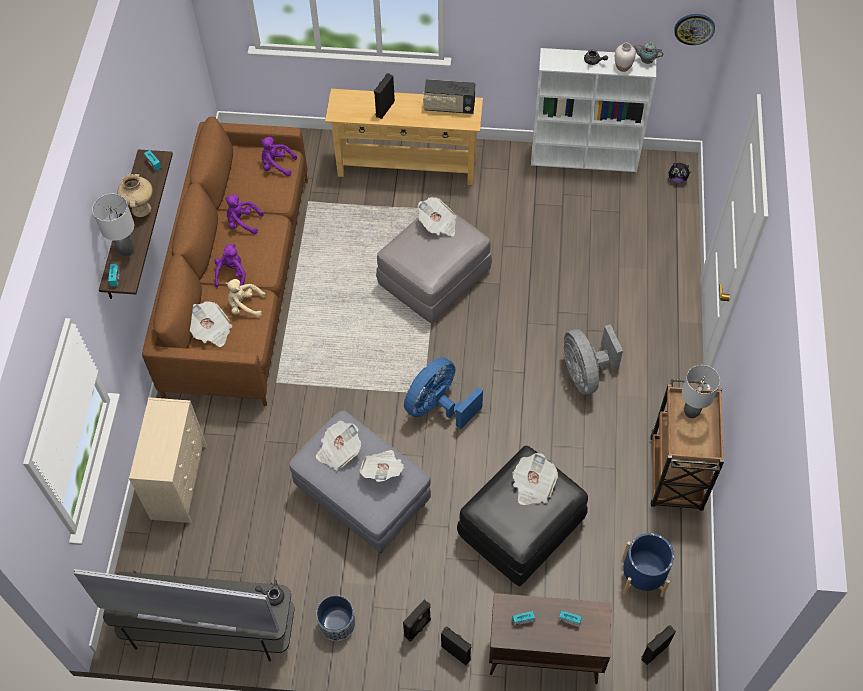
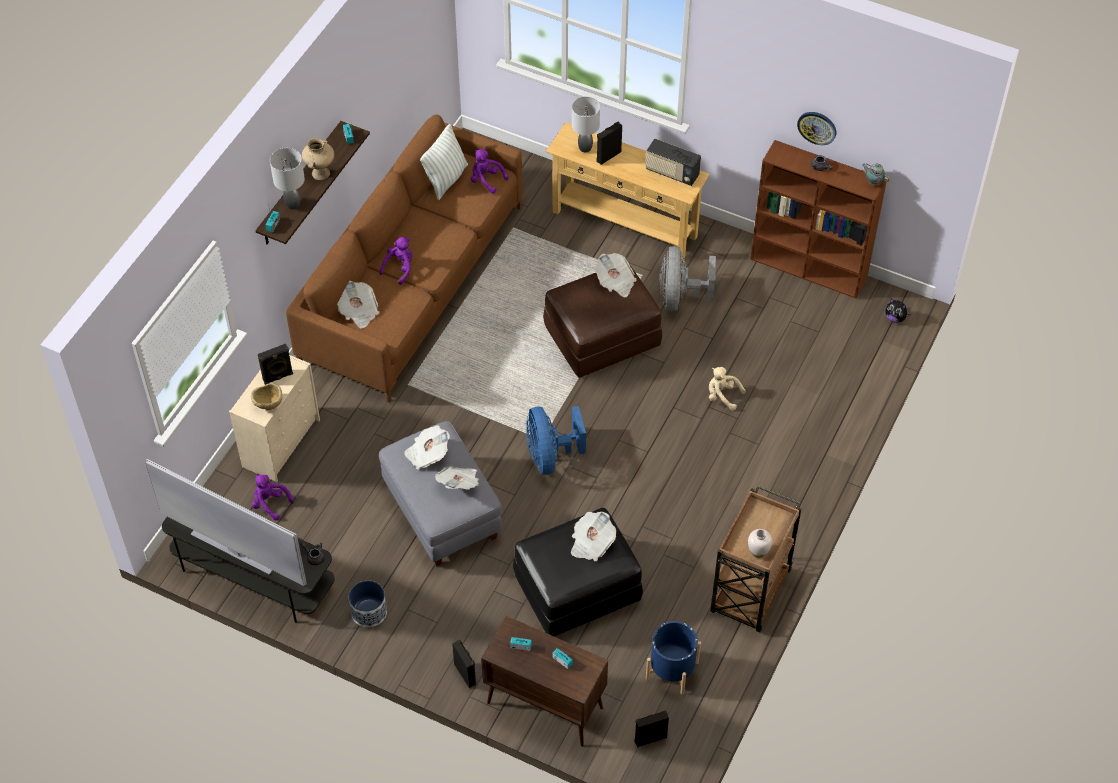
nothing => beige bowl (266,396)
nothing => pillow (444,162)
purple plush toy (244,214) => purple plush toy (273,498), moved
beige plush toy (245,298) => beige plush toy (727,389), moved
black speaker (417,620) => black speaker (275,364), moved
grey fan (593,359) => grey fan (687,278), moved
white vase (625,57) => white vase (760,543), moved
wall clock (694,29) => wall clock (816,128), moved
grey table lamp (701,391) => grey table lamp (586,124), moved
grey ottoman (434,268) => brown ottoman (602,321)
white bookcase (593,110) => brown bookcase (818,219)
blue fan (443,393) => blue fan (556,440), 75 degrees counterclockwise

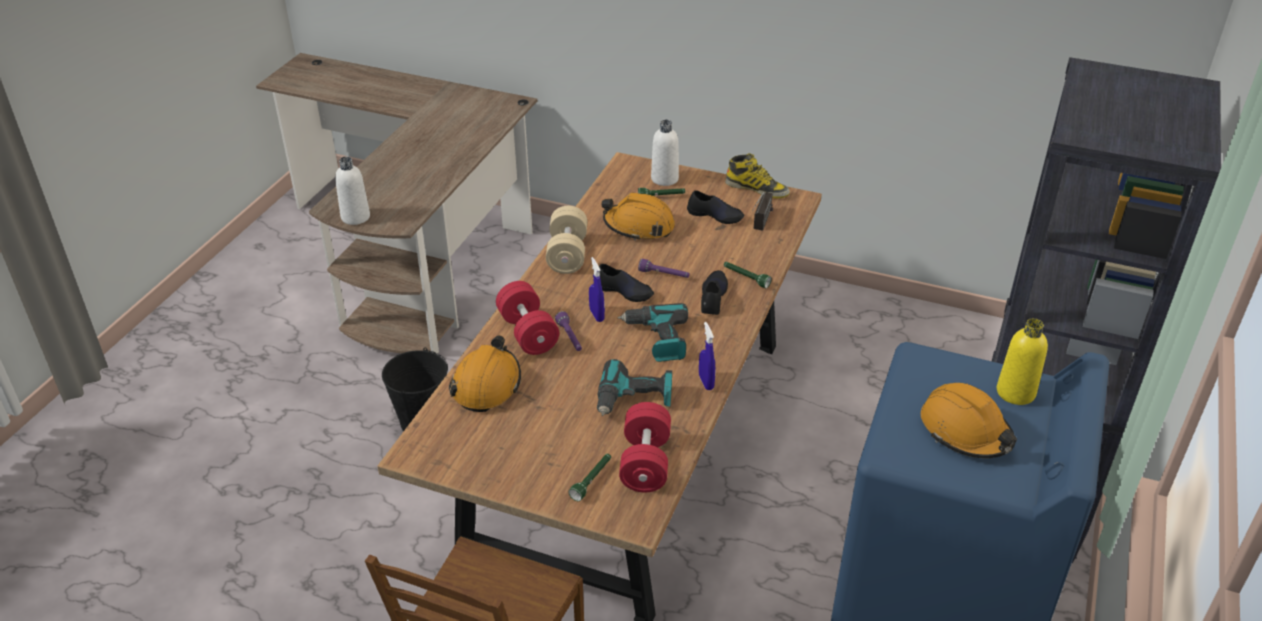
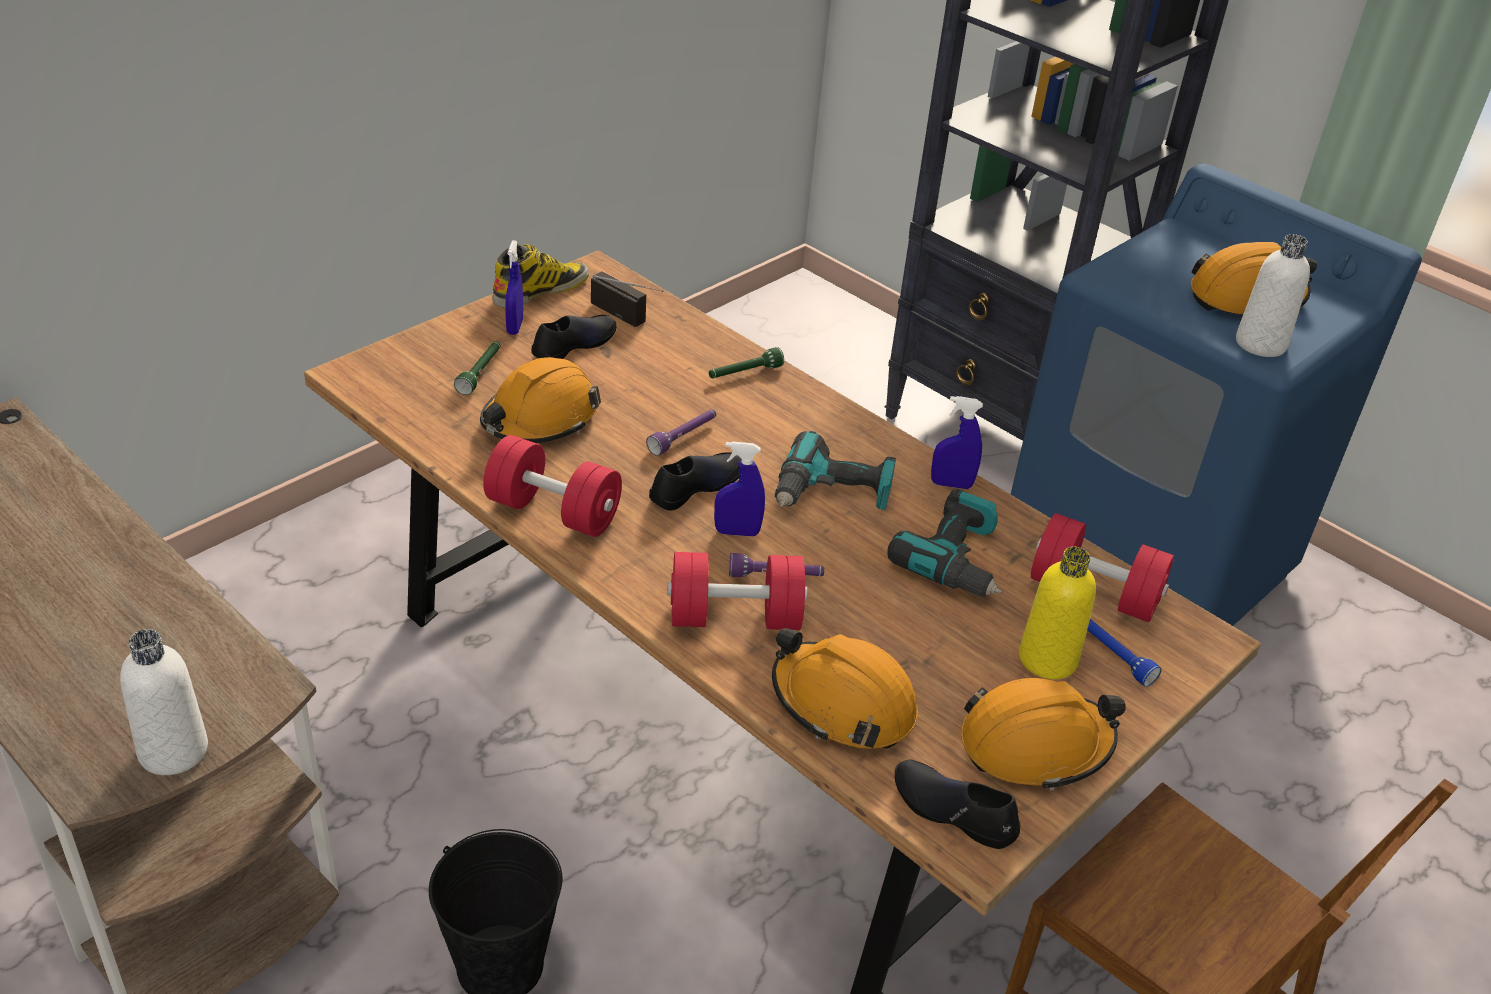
nothing => blue spray bottle (514,287)
nothing => orange hard hat (1043,734)
white bottle (665,153) => white bottle (1273,295), moved
black shoe (714,292) => black shoe (957,804), moved
yellow bottle (1022,361) => yellow bottle (1057,613), moved
beige dumbbell (566,240) => red dumbbell (552,486)
green flashlight (589,477) => blue flashlight (1124,653)

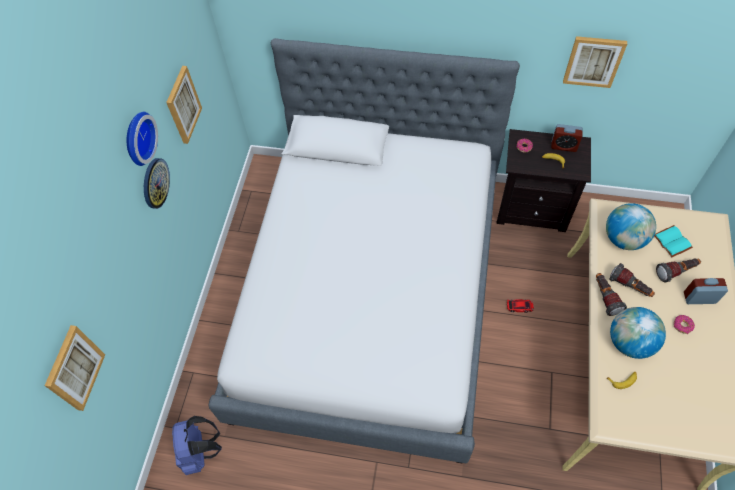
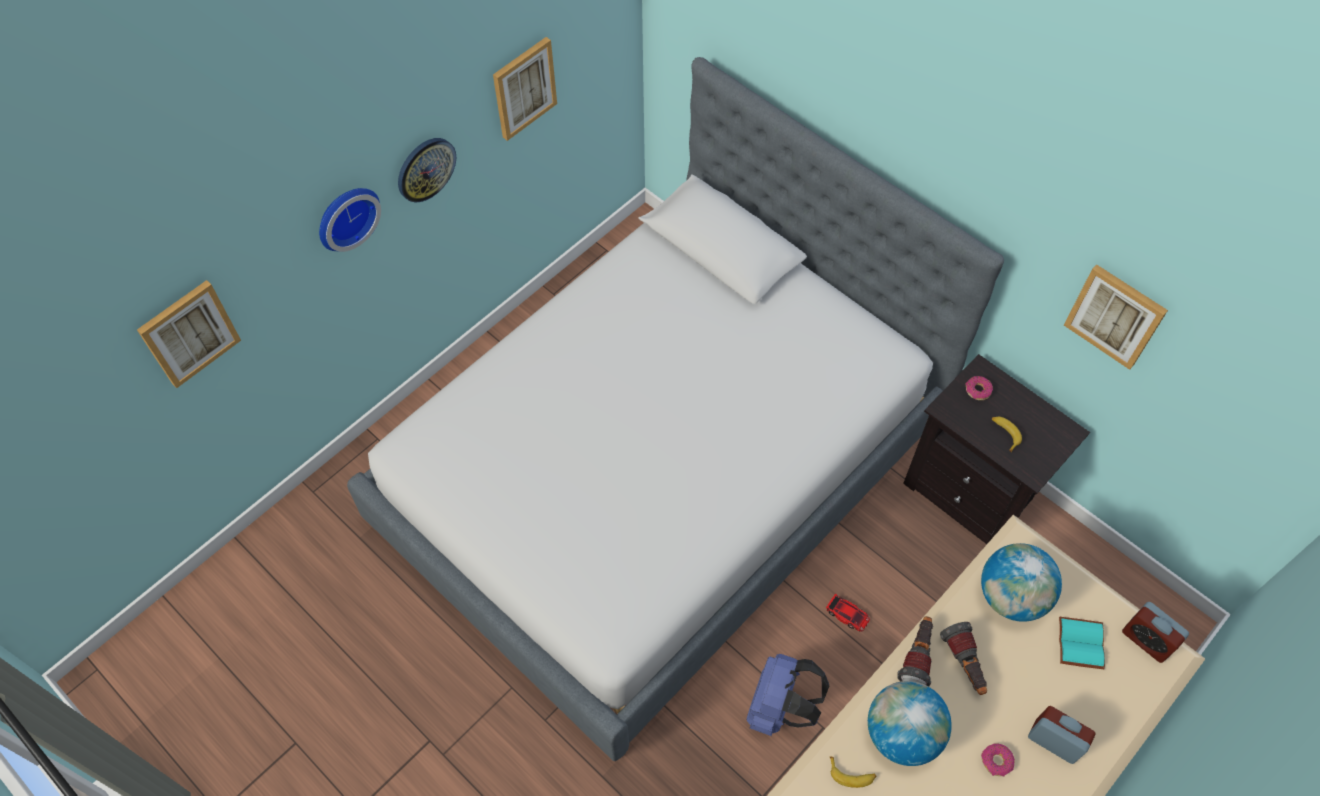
flashlight (678,270) => nothing
wall clock (142,139) => wall clock (350,220), moved
blue backpack (197,445) => blue backpack (788,695), moved
alarm clock (567,138) => alarm clock (1155,632), moved

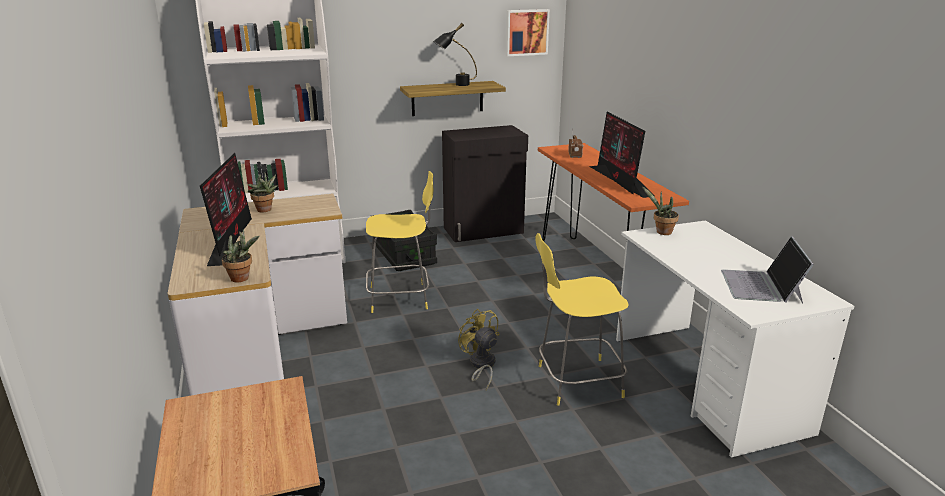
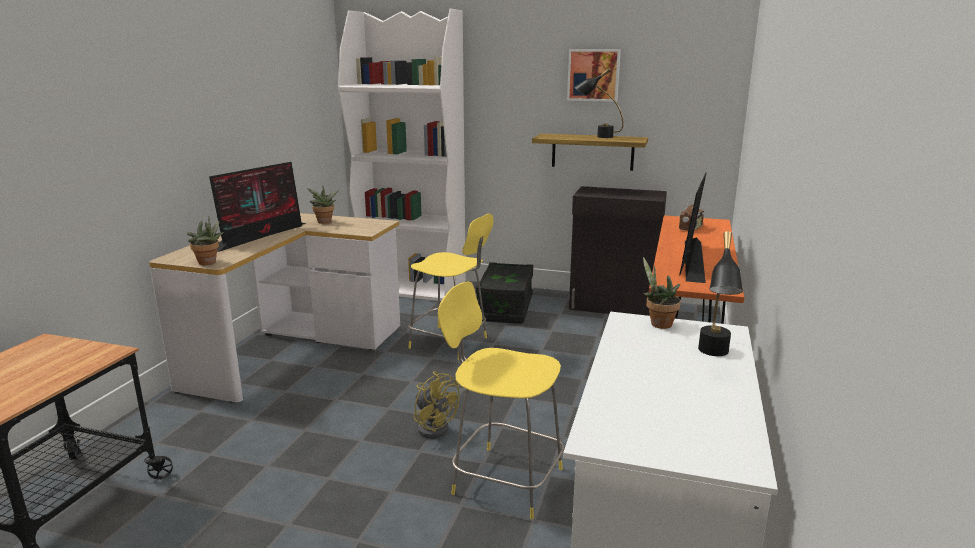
laptop (767,269) => nothing
nothing => black table lamp (720,293)
picture (528,32) => picture (594,75), moved
yellow fan (479,349) => yellow fan (436,405), 135 degrees clockwise

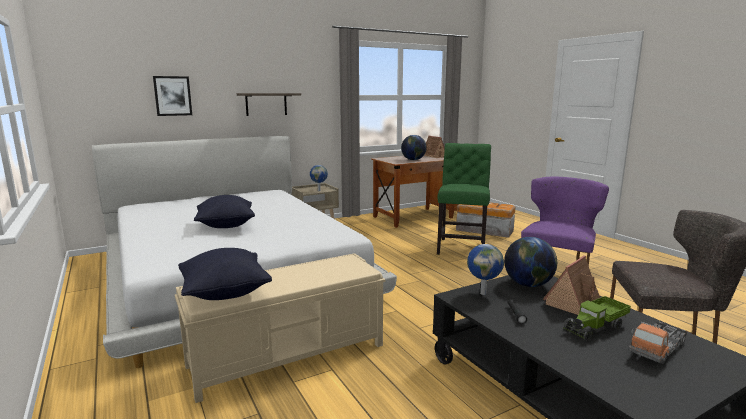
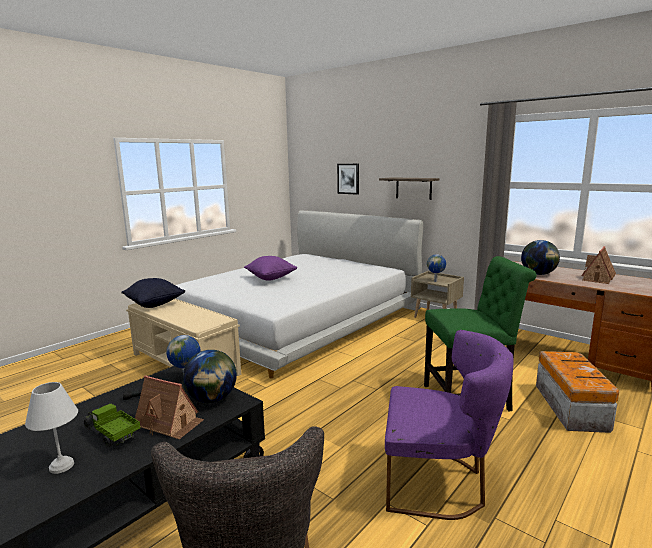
toy truck (658,343) => white table lamp (51,428)
black pillow (224,211) => purple pillow (270,268)

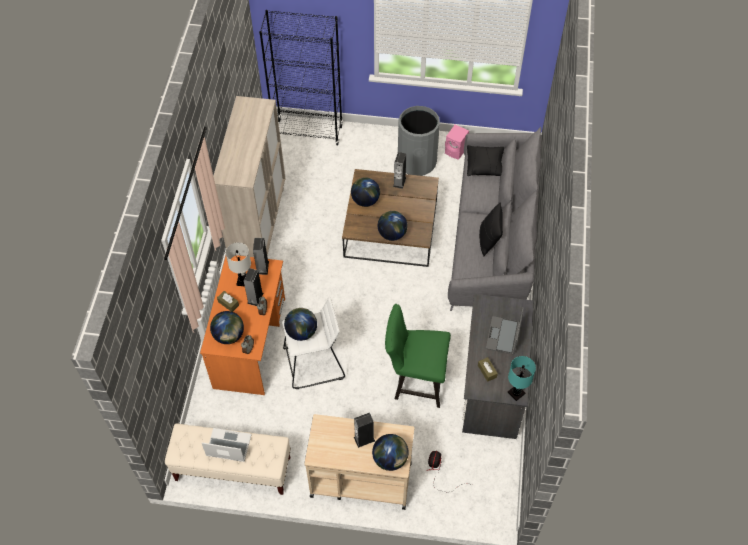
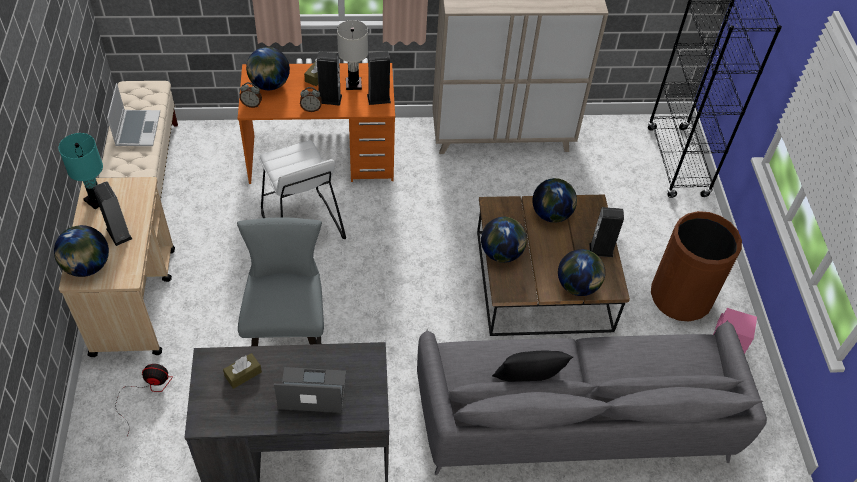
black pillow (485,160) => nothing
globe (300,324) => globe (581,272), moved
turquoise table lamp (522,378) => turquoise table lamp (80,171), moved
green chair (418,356) => grey chair (280,282)
grey trash can (419,141) => brown trash can (696,266)

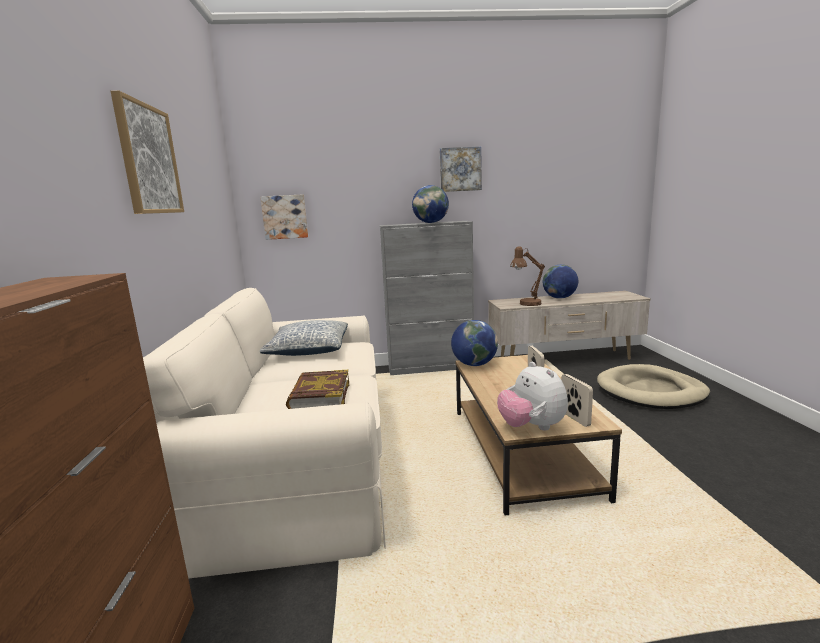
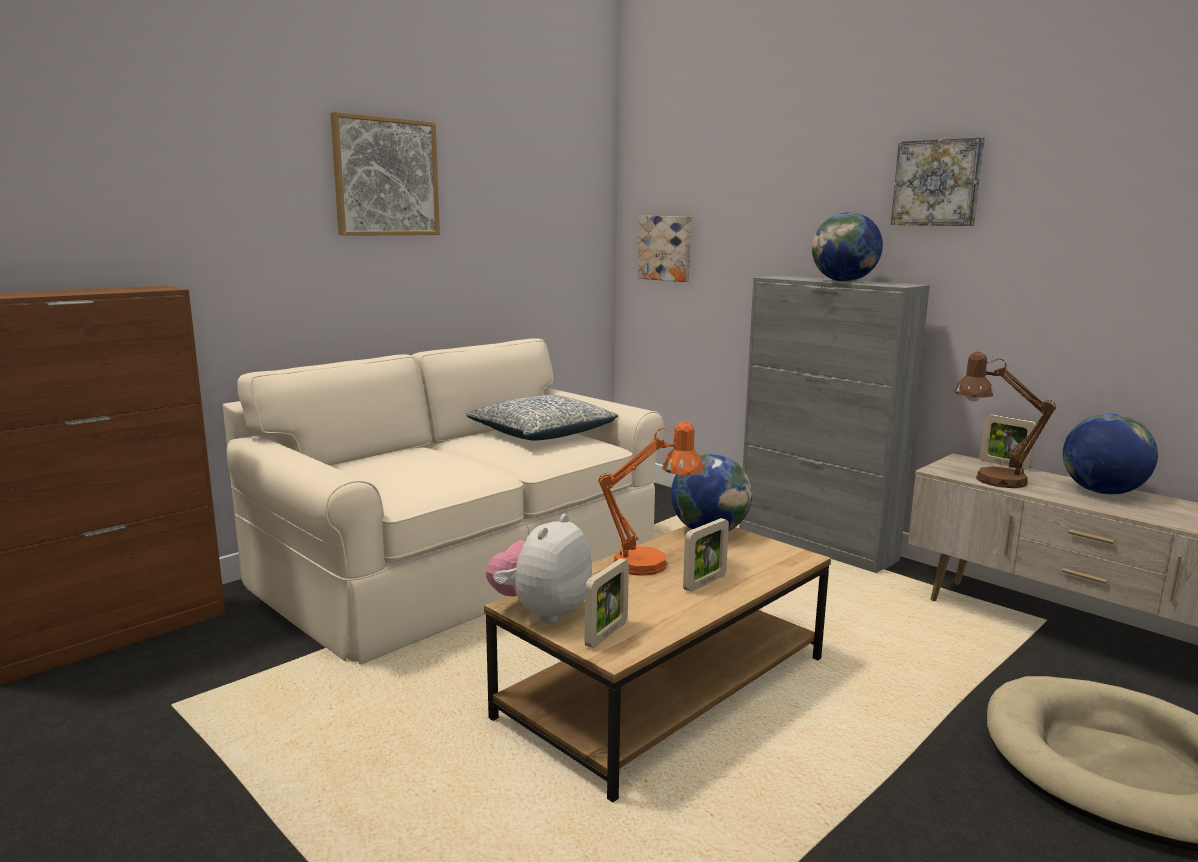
book (317,389) => nothing
nothing => orange table lamp (651,498)
nothing => picture frame (1008,442)

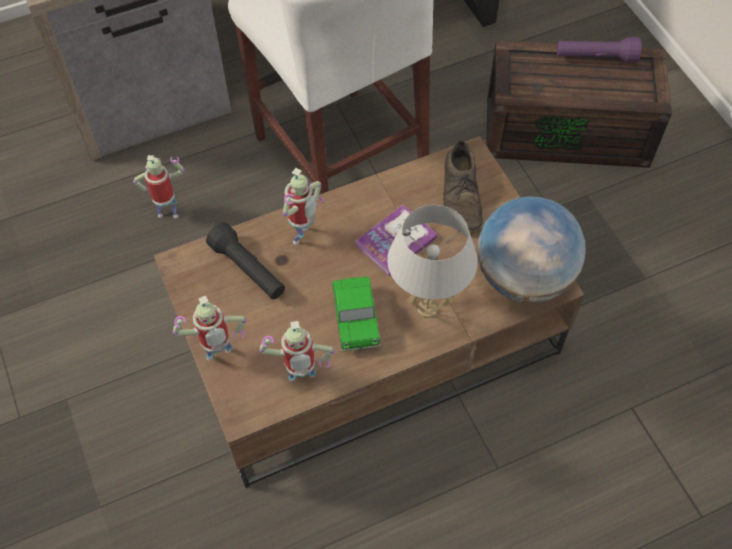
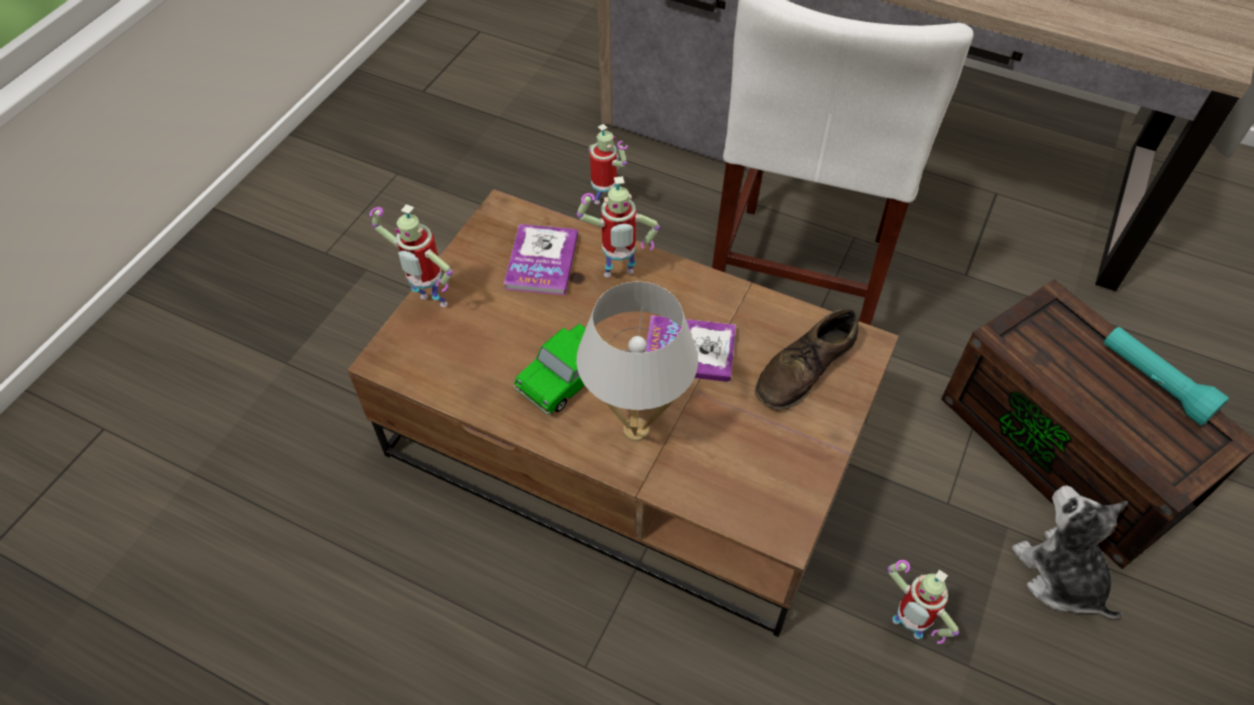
globe (531,249) => nothing
nothing => plush toy (1070,552)
toy robot (297,351) => toy robot (923,602), moved
black flashlight (245,261) => book (541,259)
purple flashlight (599,49) => turquoise flashlight (1166,376)

